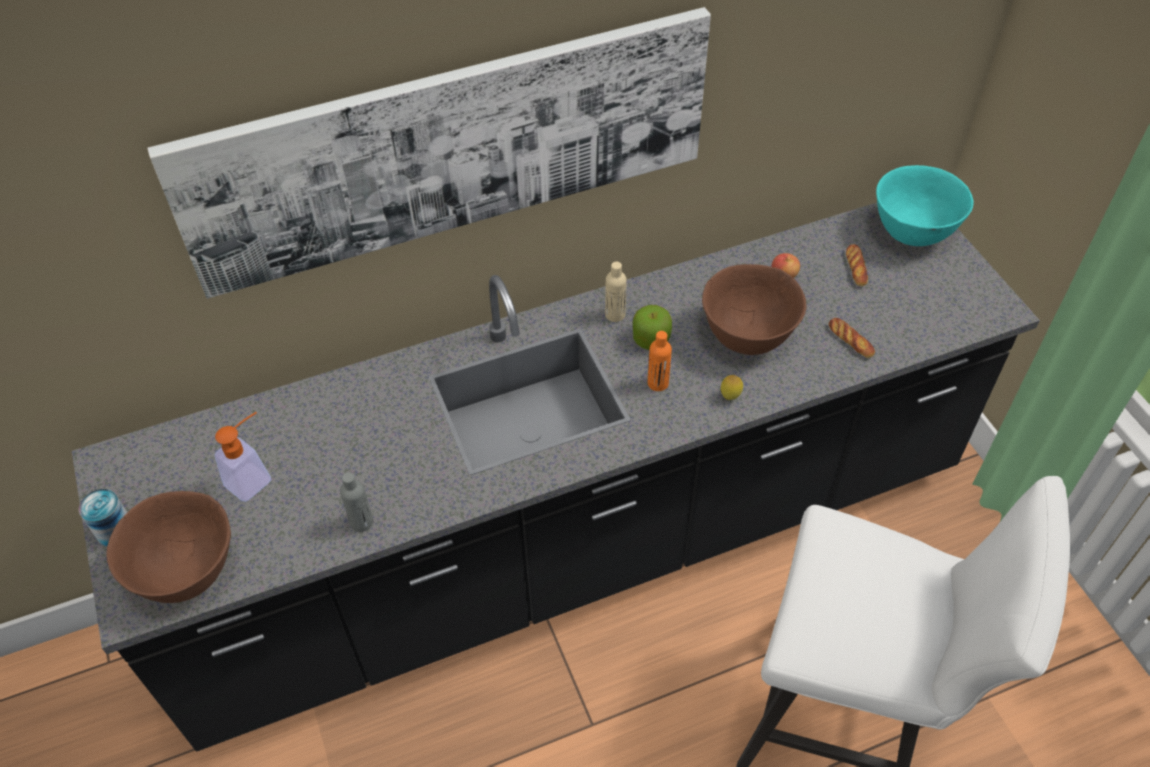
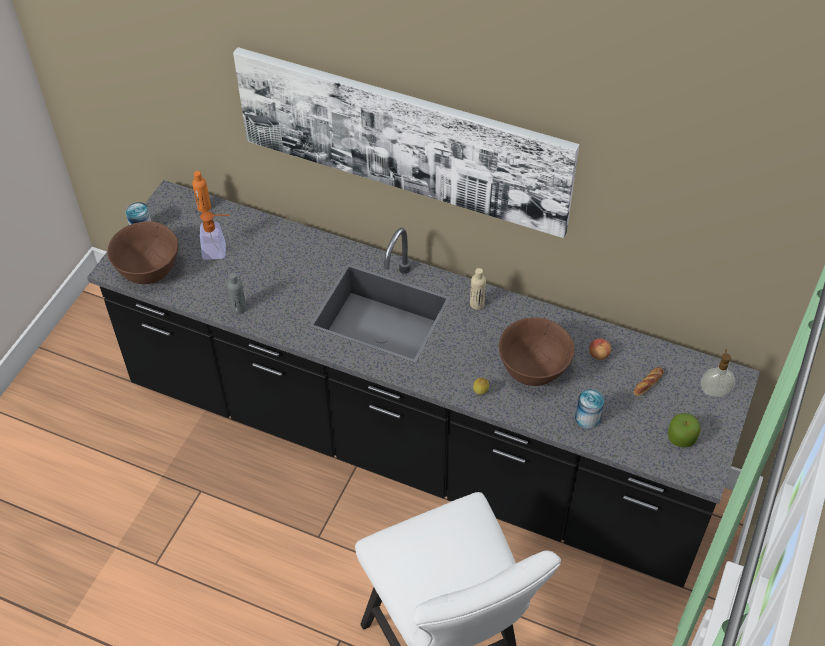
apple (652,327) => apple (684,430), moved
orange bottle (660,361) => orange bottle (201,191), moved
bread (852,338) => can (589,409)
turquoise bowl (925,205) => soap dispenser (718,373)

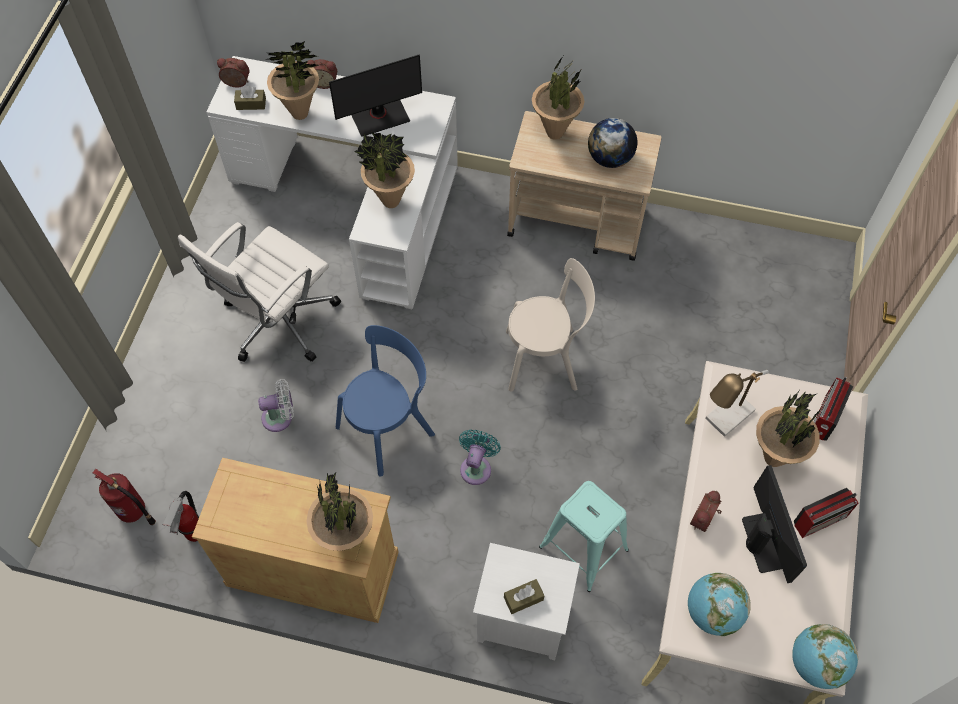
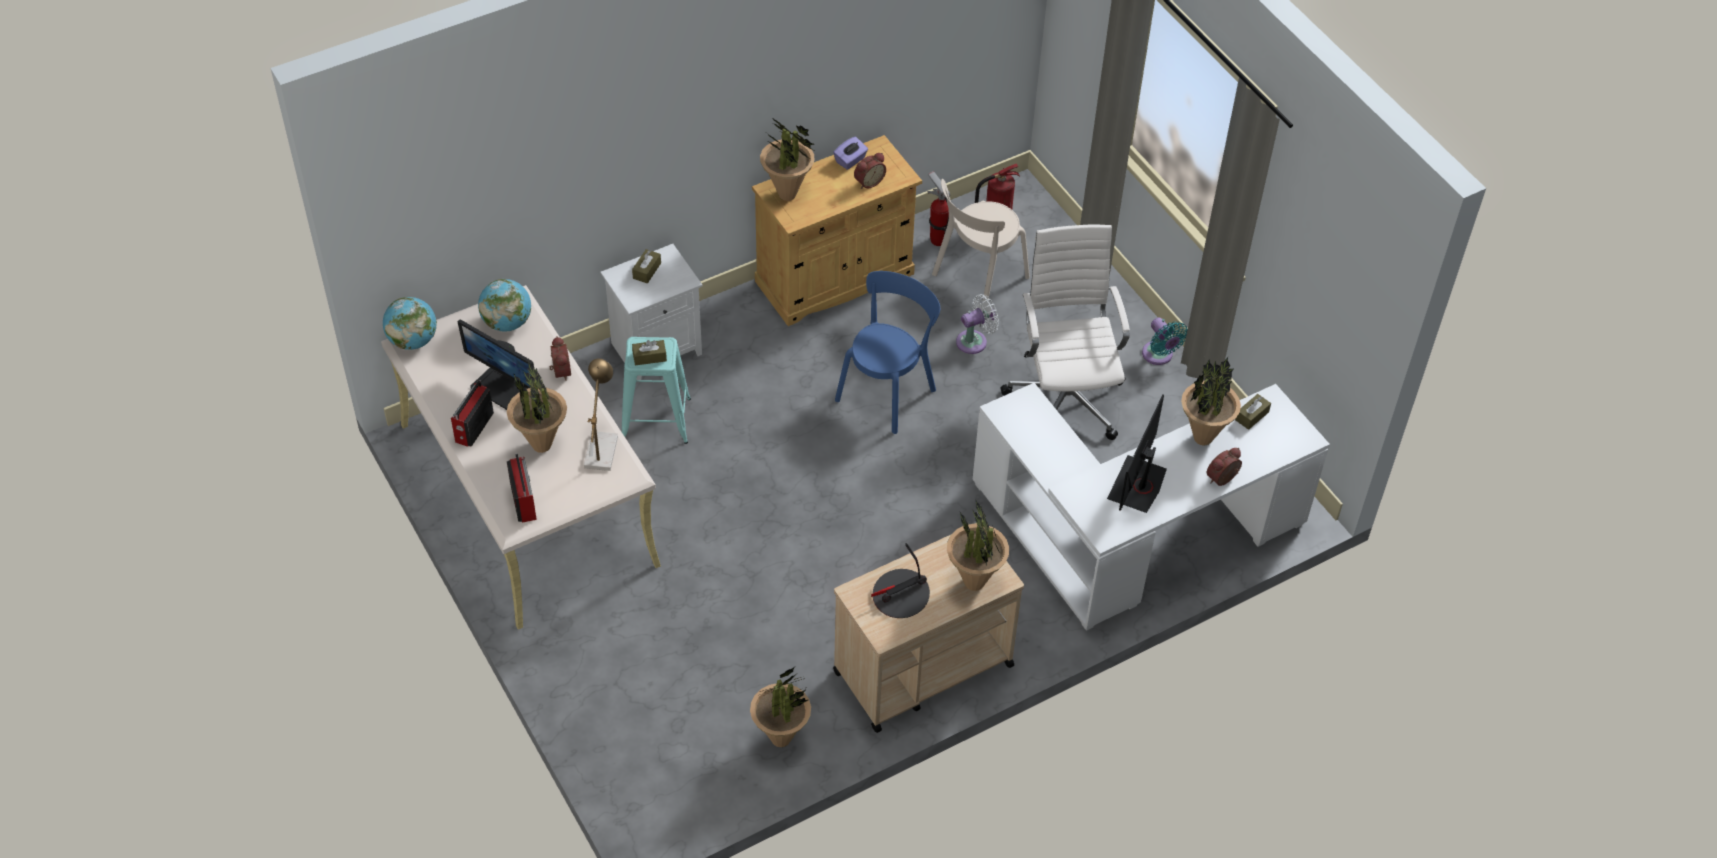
nothing => brown tissue box (649,352)
nothing => purple tissue box (850,153)
alarm clock (233,73) => alarm clock (870,171), moved
potted plant (384,170) => potted plant (780,707), moved
turquoise fan (480,457) => turquoise fan (1165,341), moved
beige chair (550,325) => beige chair (981,239), moved
globe (612,143) => table lamp (900,580)
white fan (276,405) => white fan (977,324), 150 degrees counterclockwise
blue chair (385,401) => blue chair (887,352), 150 degrees counterclockwise

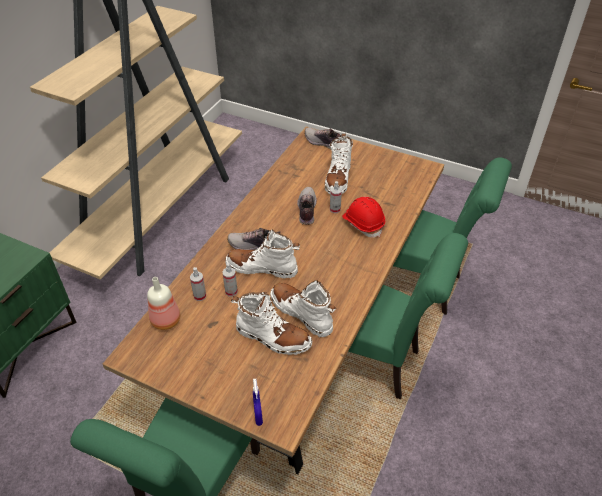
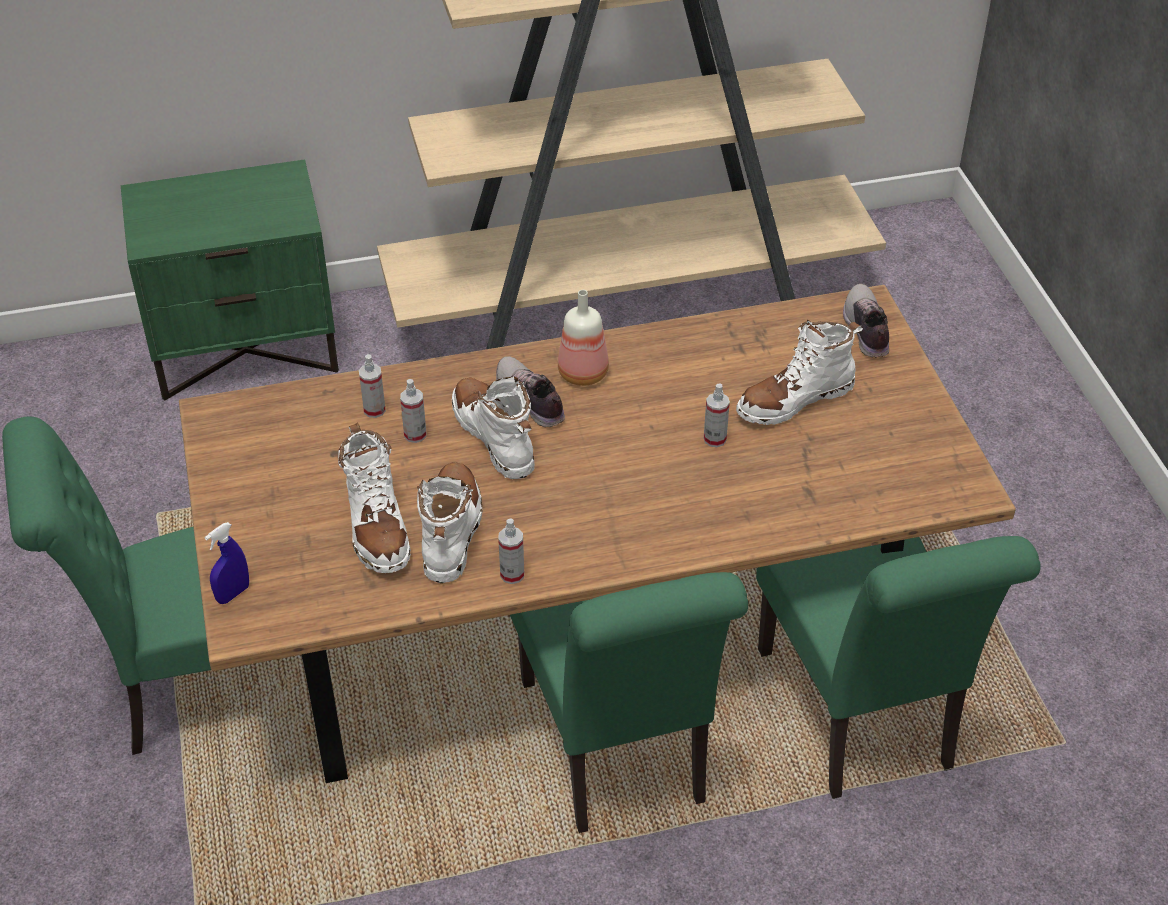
shoe (307,206) => nothing
red hard hat (363,217) => nothing
nothing => spray bottle (511,551)
bottle (163,303) => bottle (583,338), moved

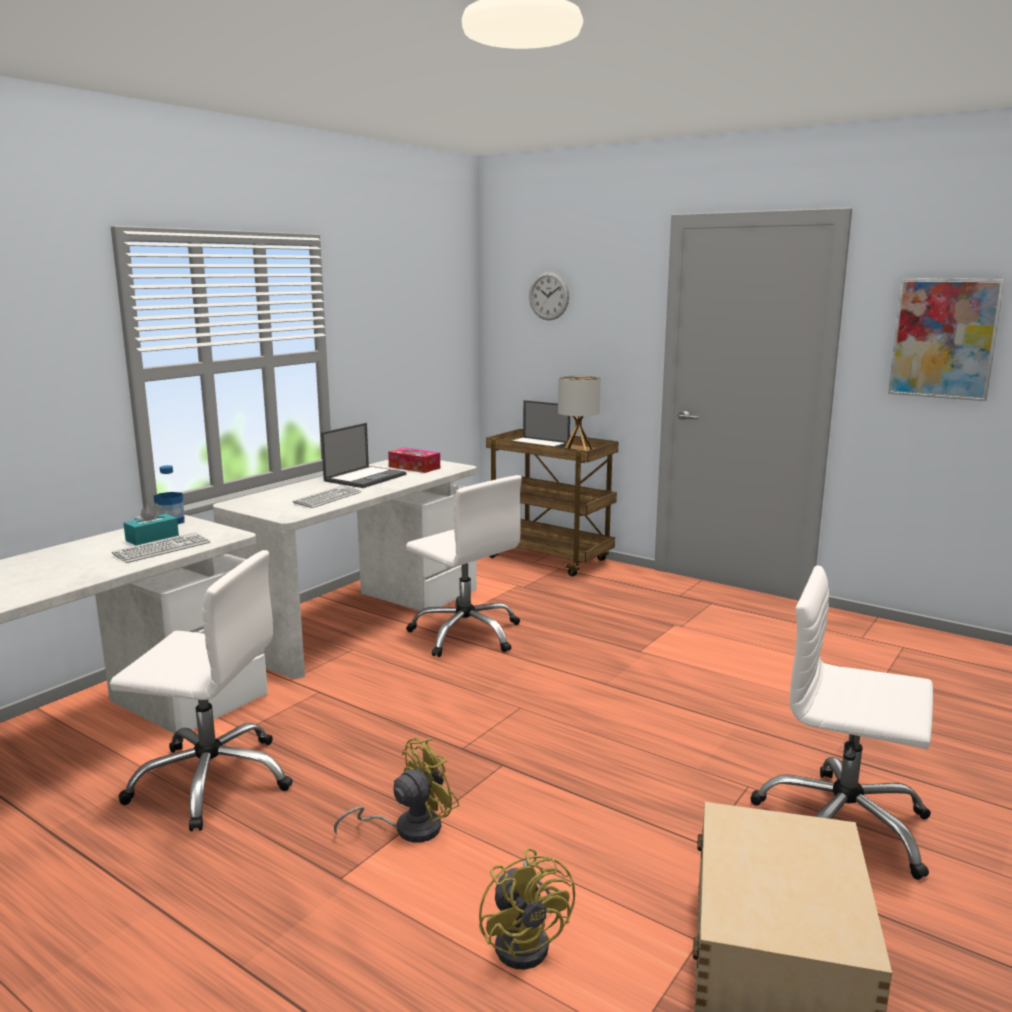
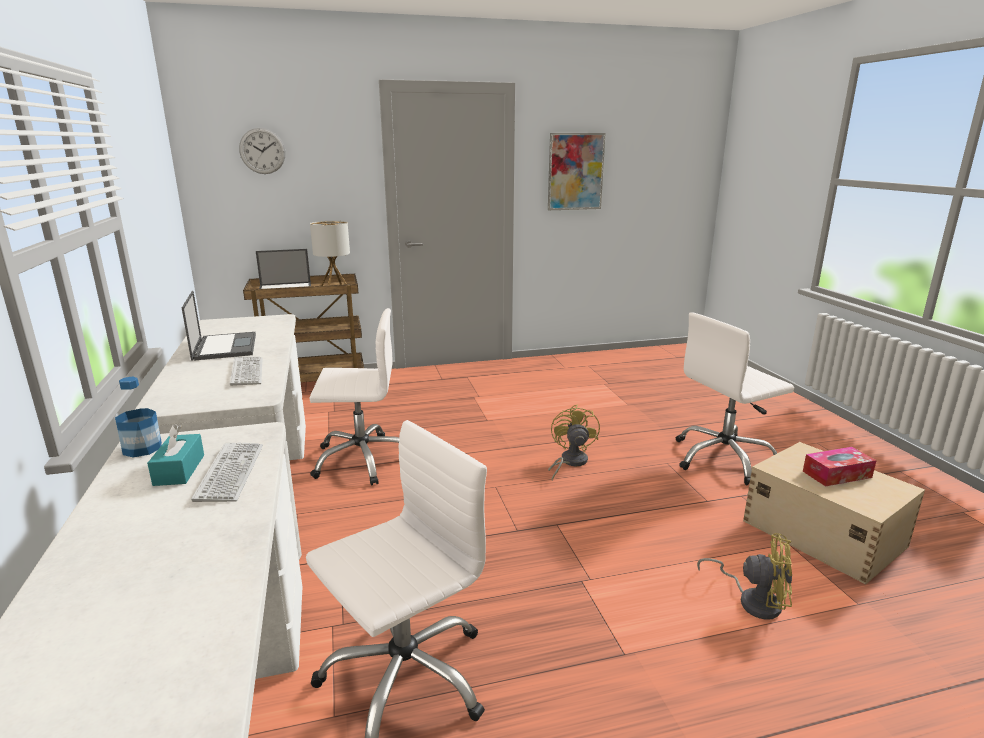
yellow fan (397,790) => yellow fan (574,442), moved
tissue box (414,460) => tissue box (840,466), moved

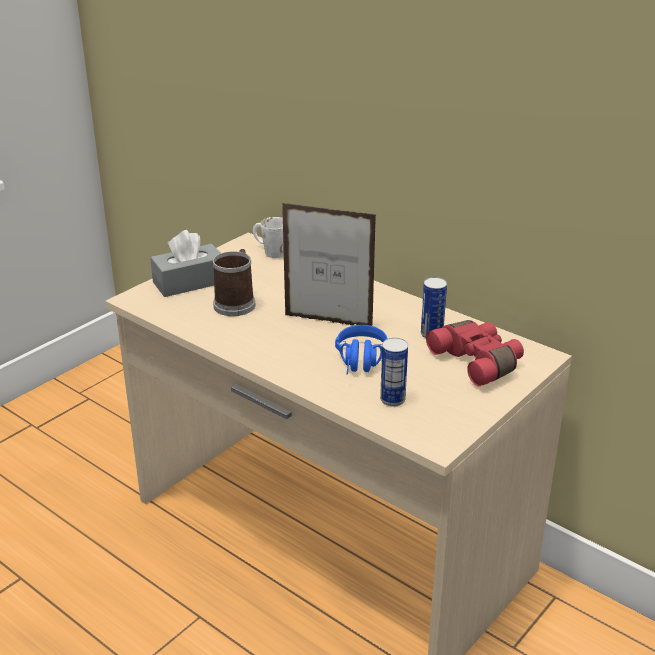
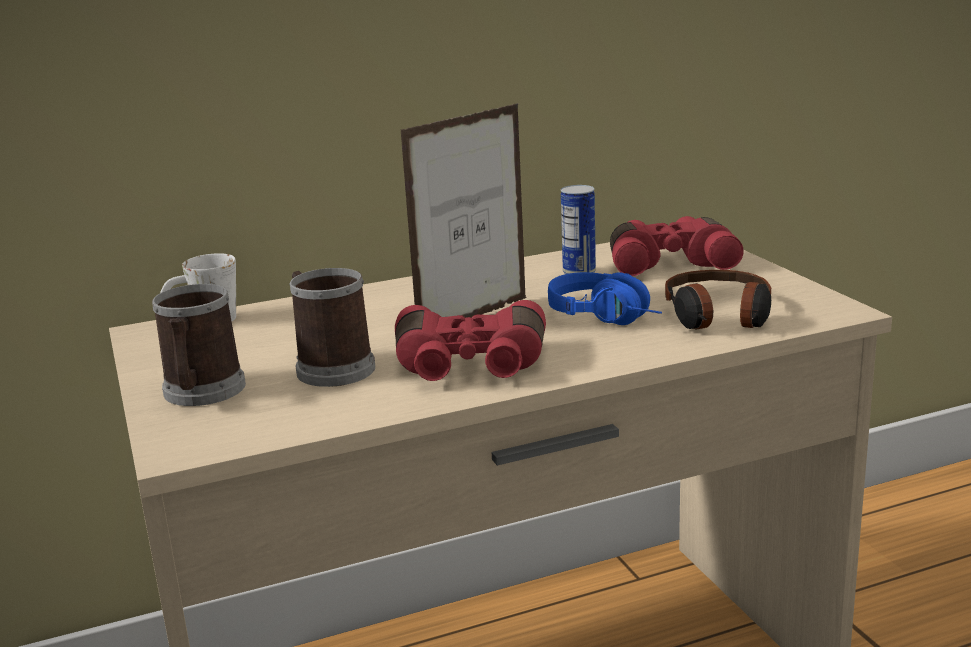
nothing => red binoculars (470,340)
grey tissue box (185,263) => mug (199,345)
can (394,372) => headphones (718,300)

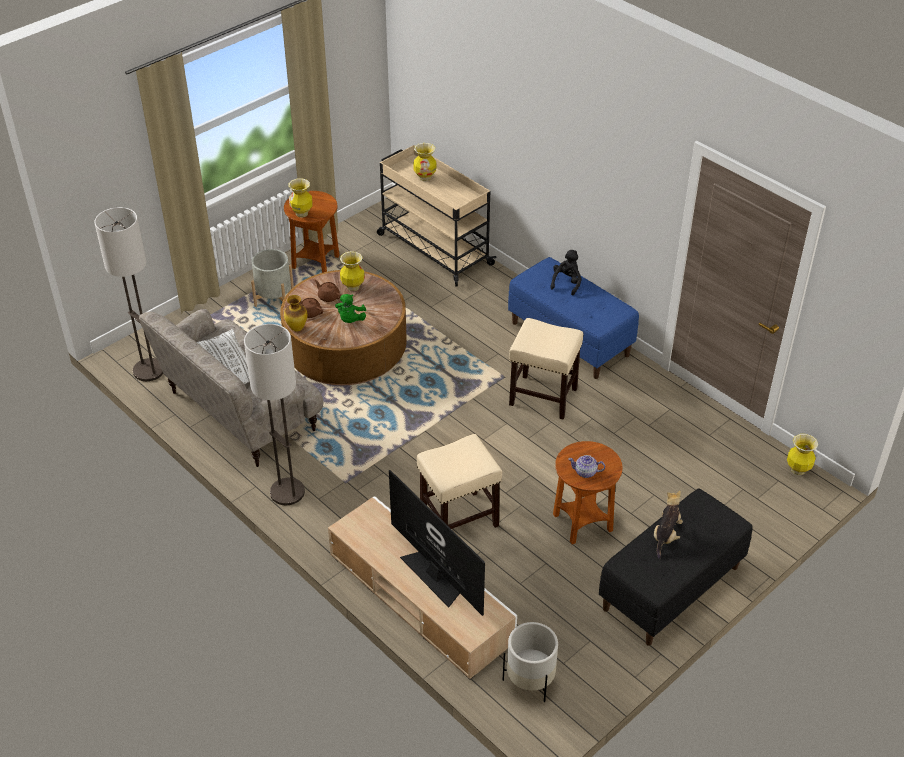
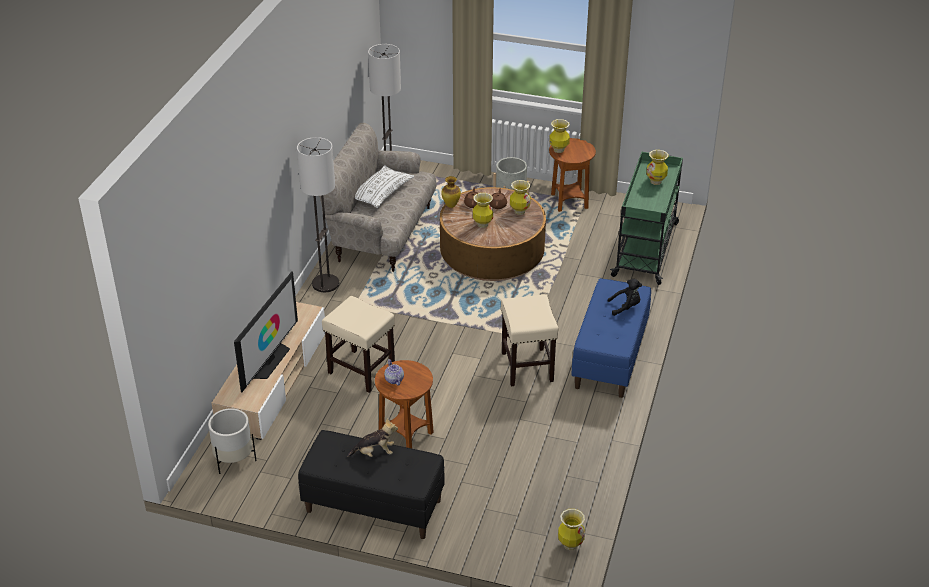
green plush toy (350,308) => vase (483,210)
beige cart (437,216) => green cart (646,218)

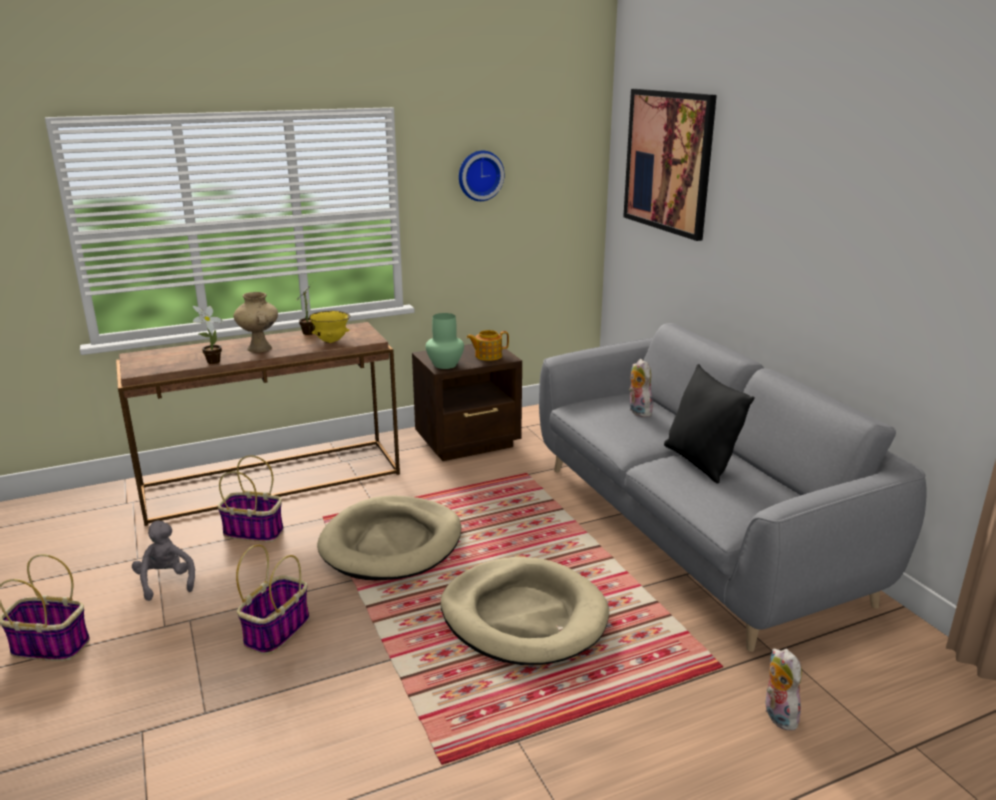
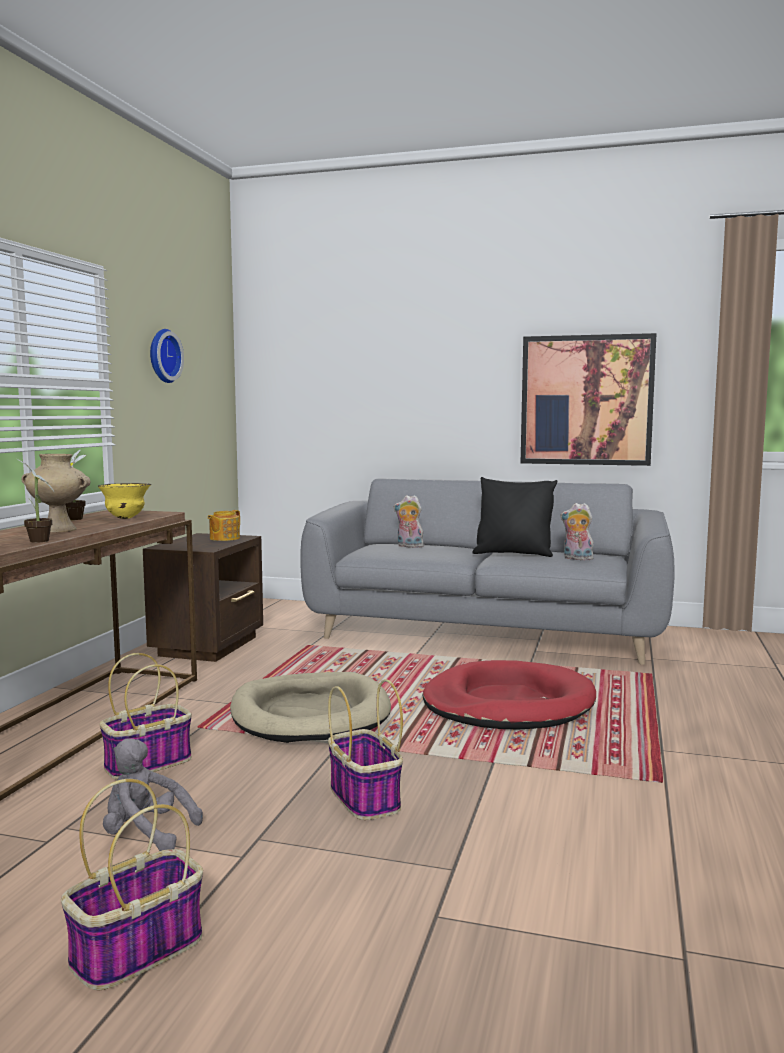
green vase (445,341) => nothing
picture (670,165) => picture (589,399), moved
plush toy (783,689) => plush toy (576,531), moved
beige dog bed (525,611) => red dog bed (509,694)

